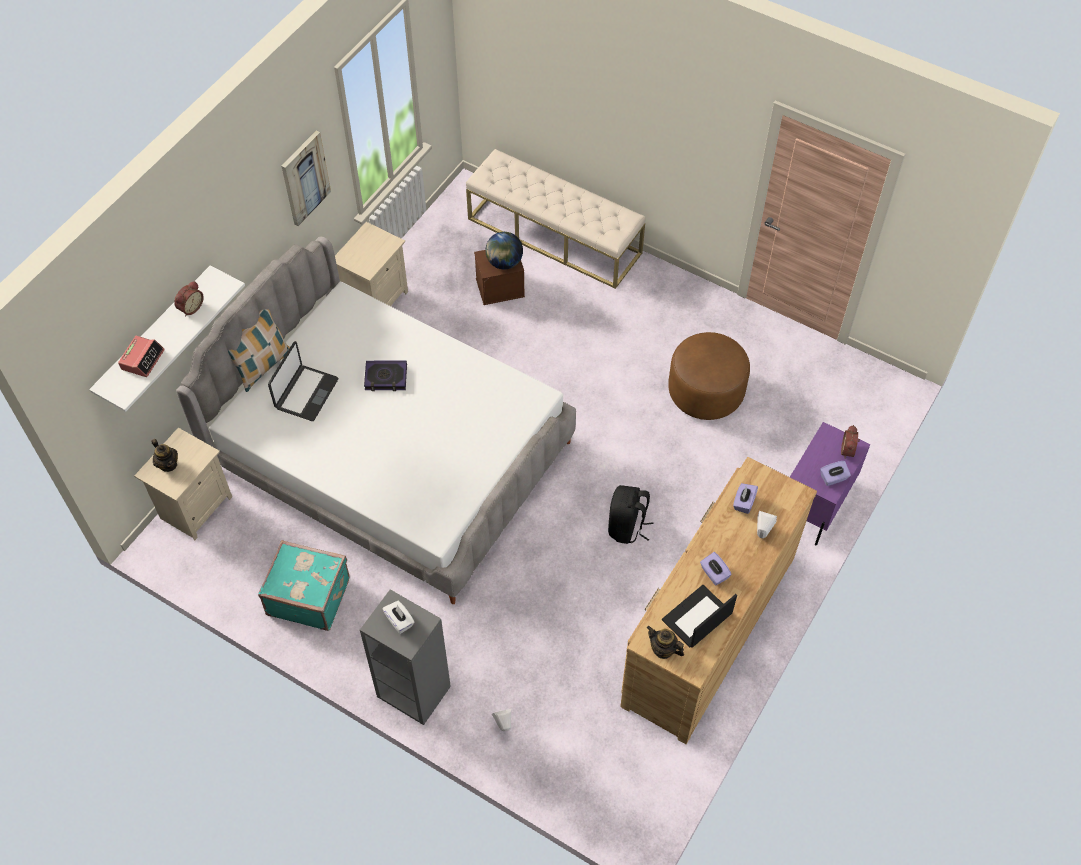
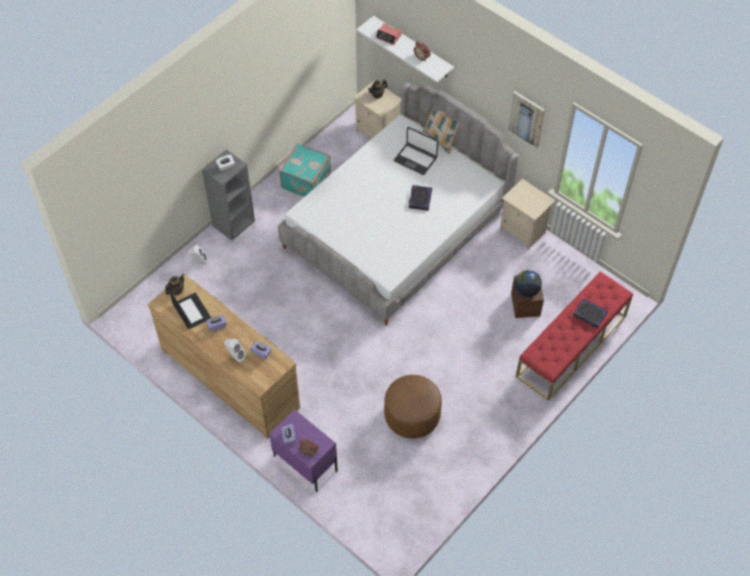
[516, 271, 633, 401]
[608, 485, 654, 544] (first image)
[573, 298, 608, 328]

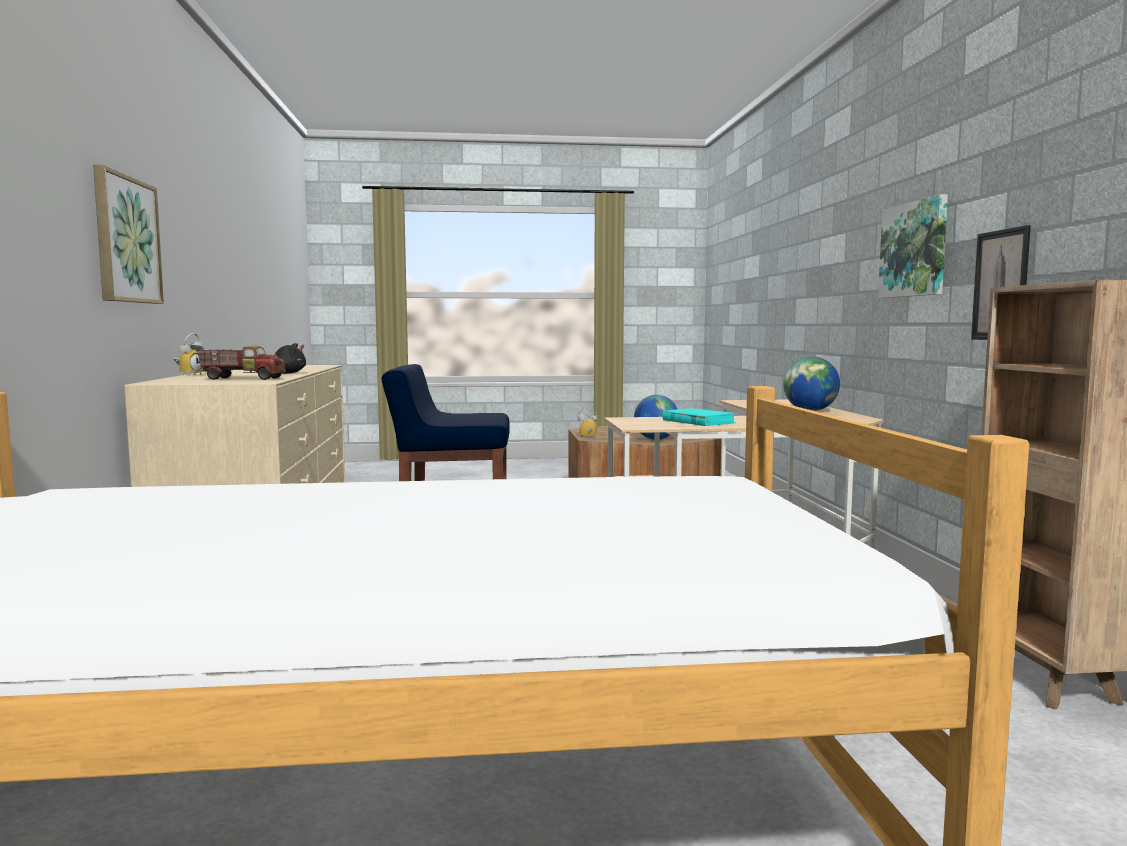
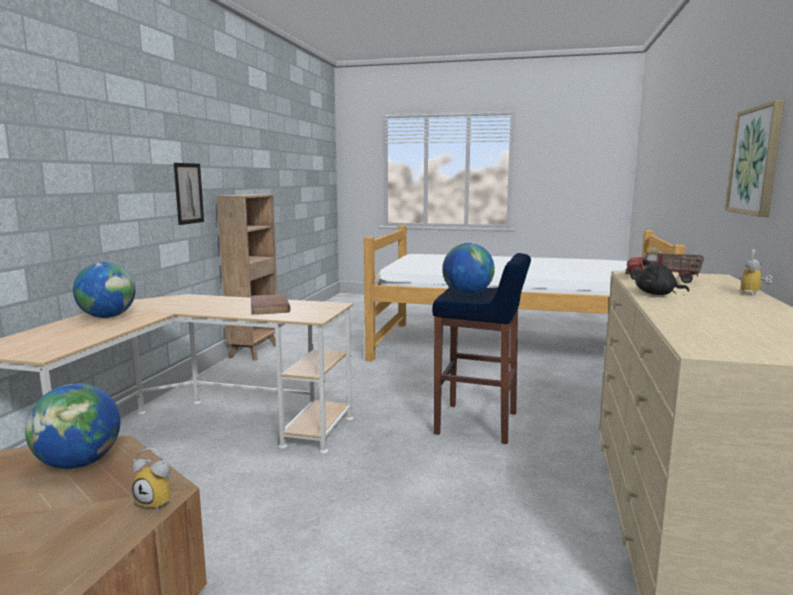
[878, 194, 948, 298] (first image)
[251, 294, 291, 315]
[442, 243, 495, 295]

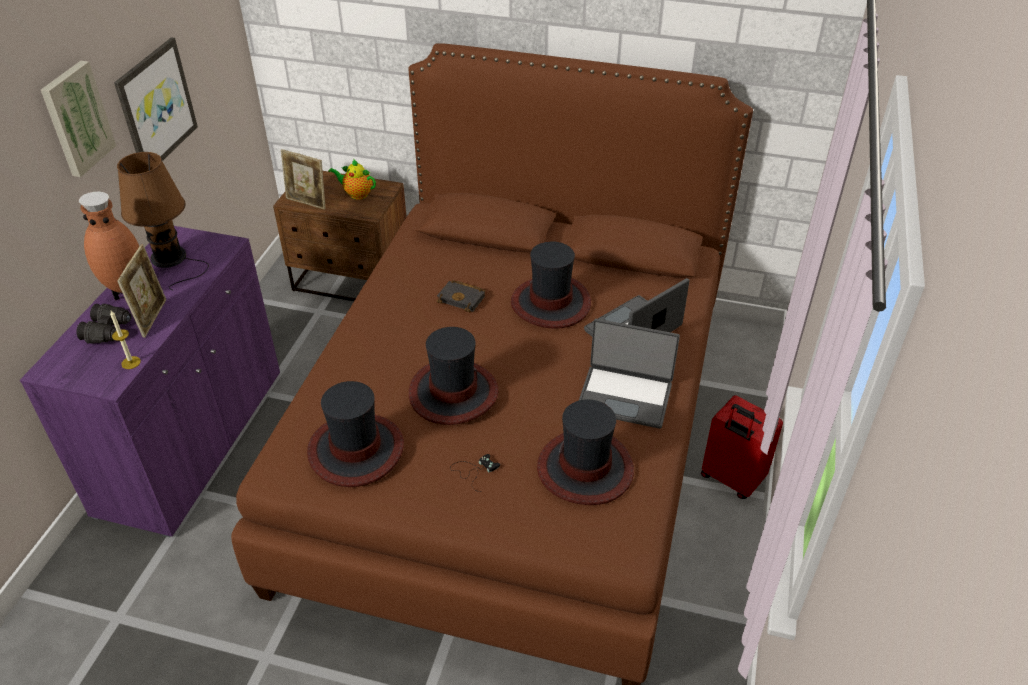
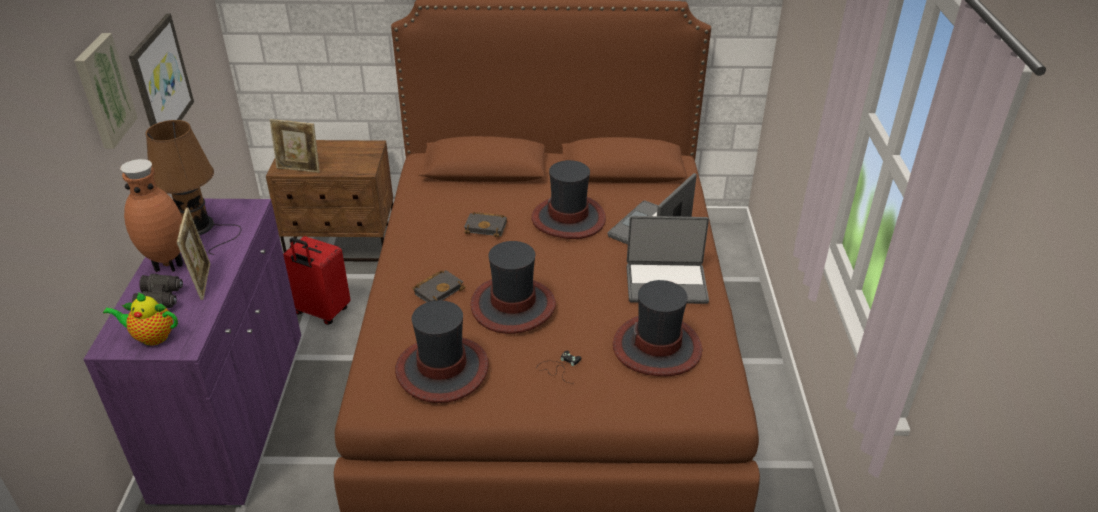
[103, 292, 178, 346]
[110, 311, 141, 369] (first image)
[283, 236, 351, 325]
[413, 270, 465, 302]

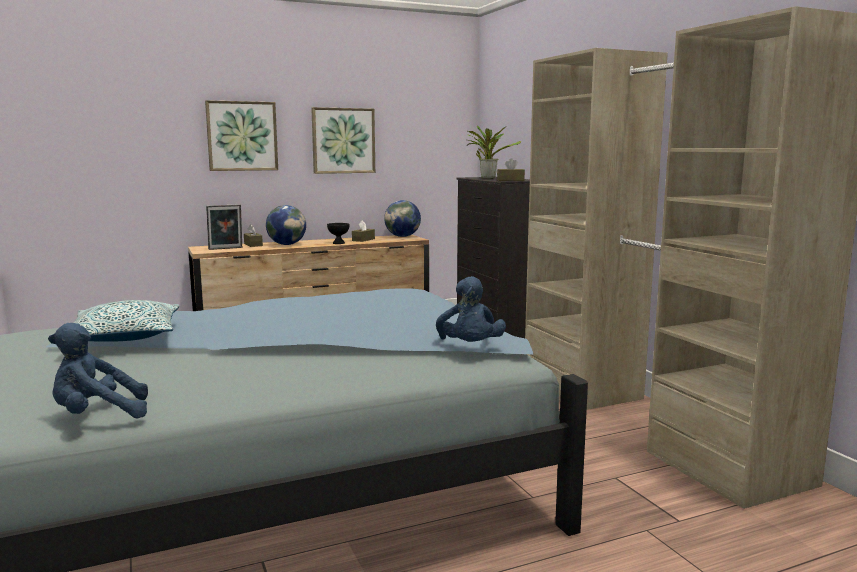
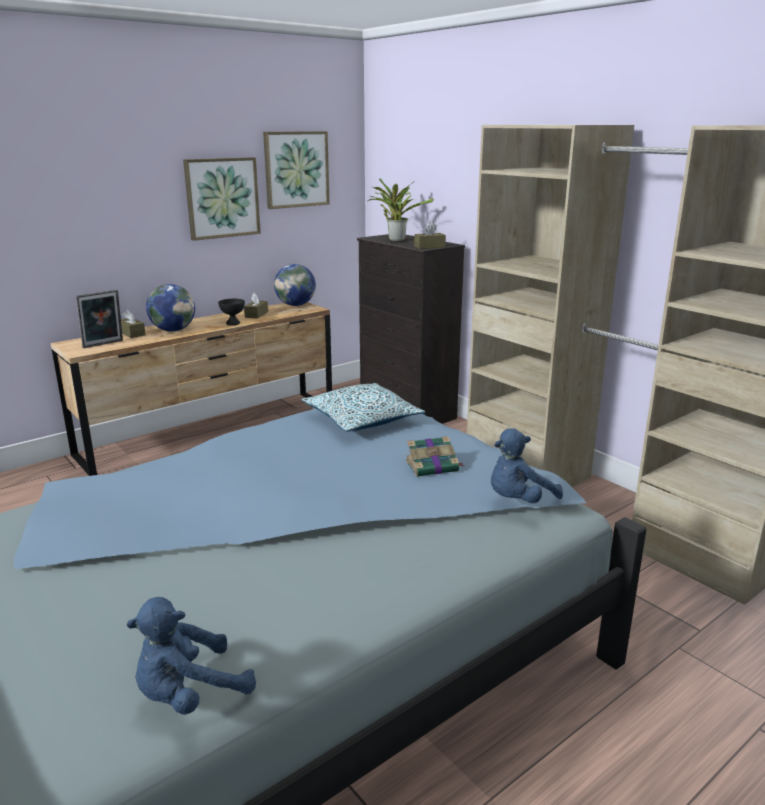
[263, 131, 330, 209]
[491, 428, 563, 503]
[301, 383, 425, 432]
[406, 436, 465, 477]

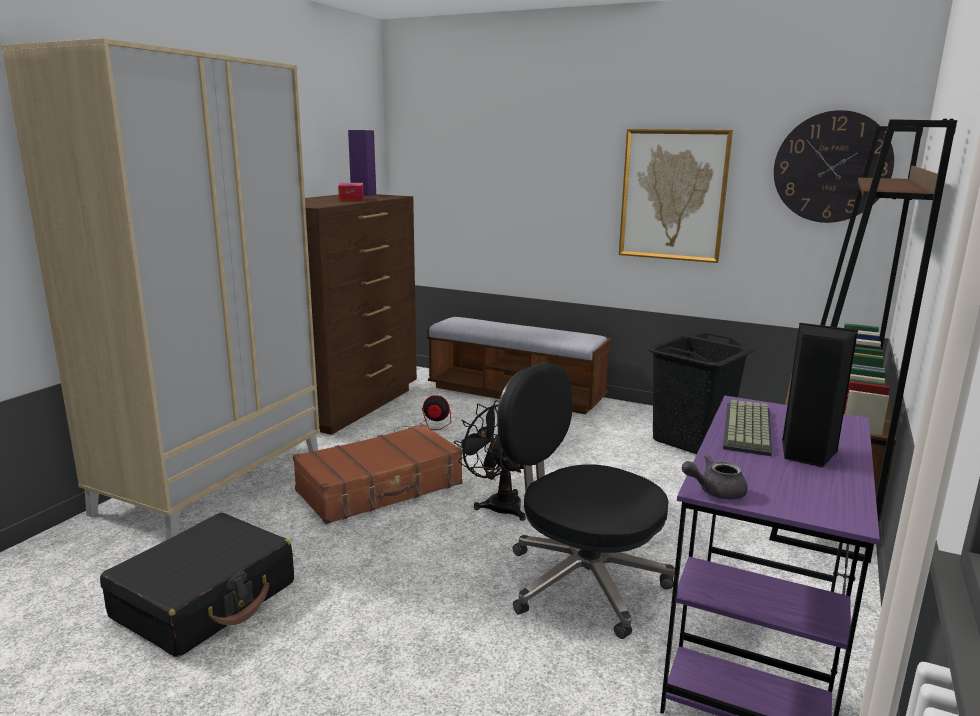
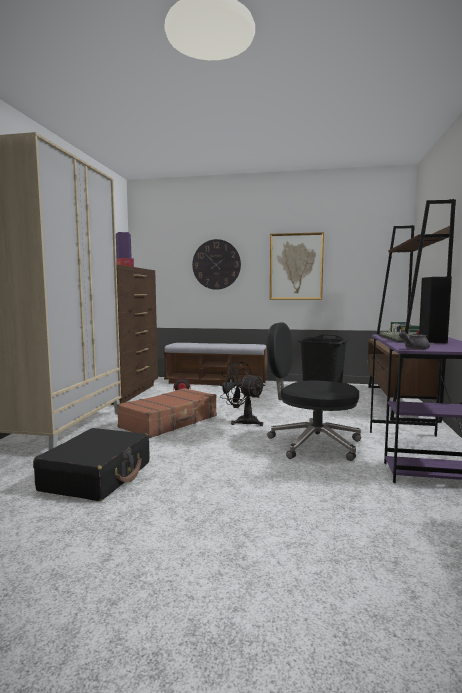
[192, 239, 241, 290]

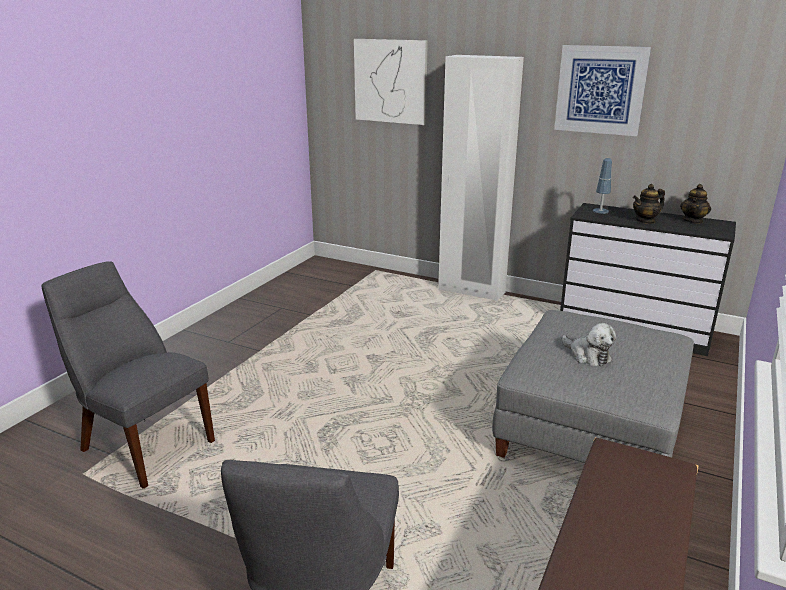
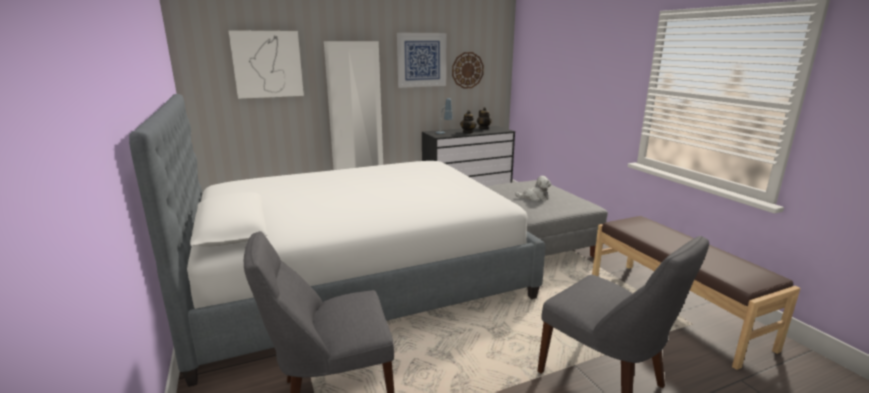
[452, 52, 484, 89]
[129, 94, 545, 387]

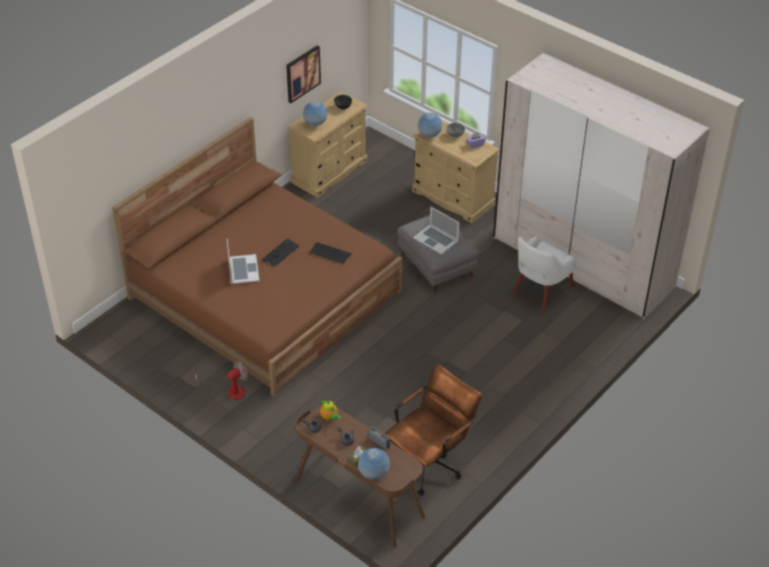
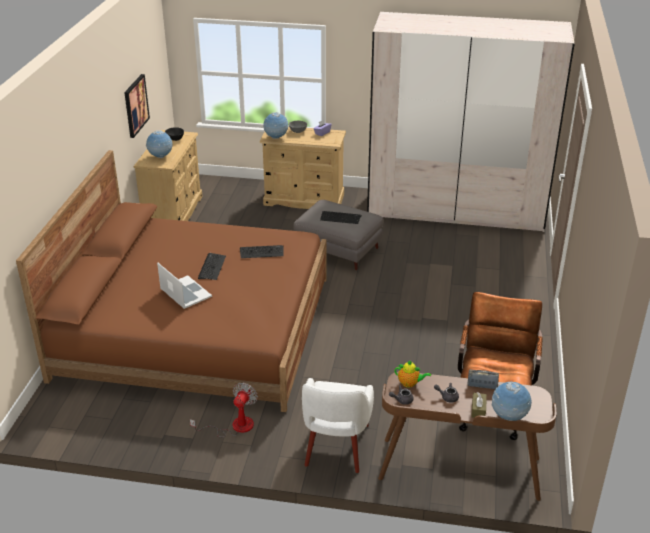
[320, 211, 362, 224]
[302, 378, 374, 473]

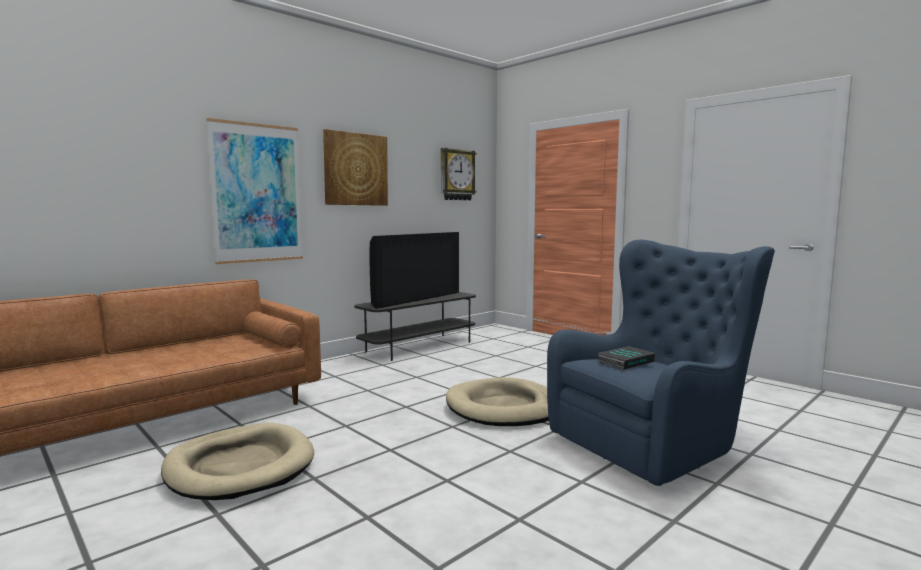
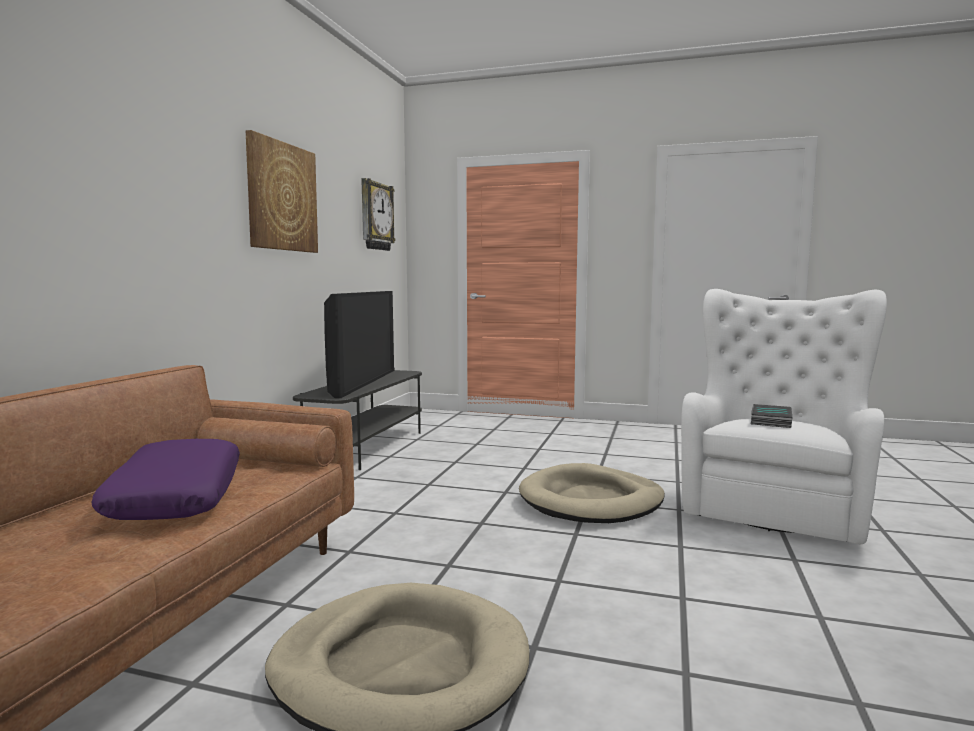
[206, 118, 303, 264] (first image)
[681, 289, 887, 544]
[91, 439, 240, 520]

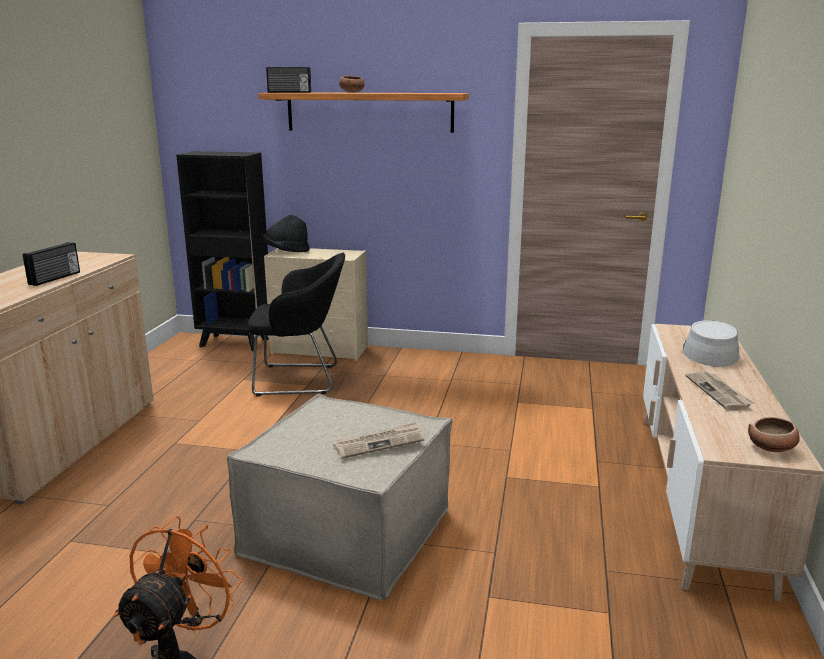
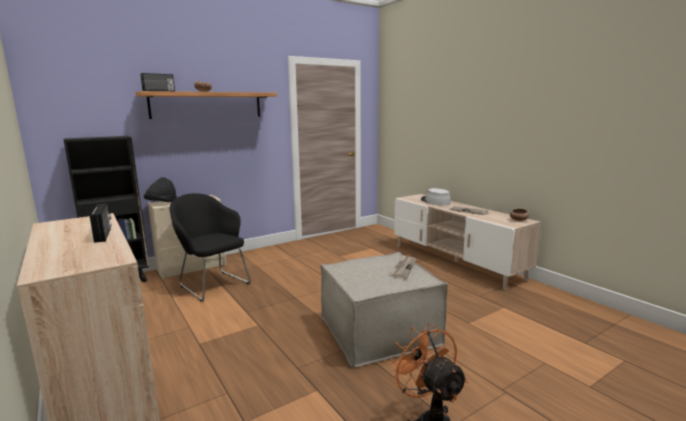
[169, 193, 251, 302]

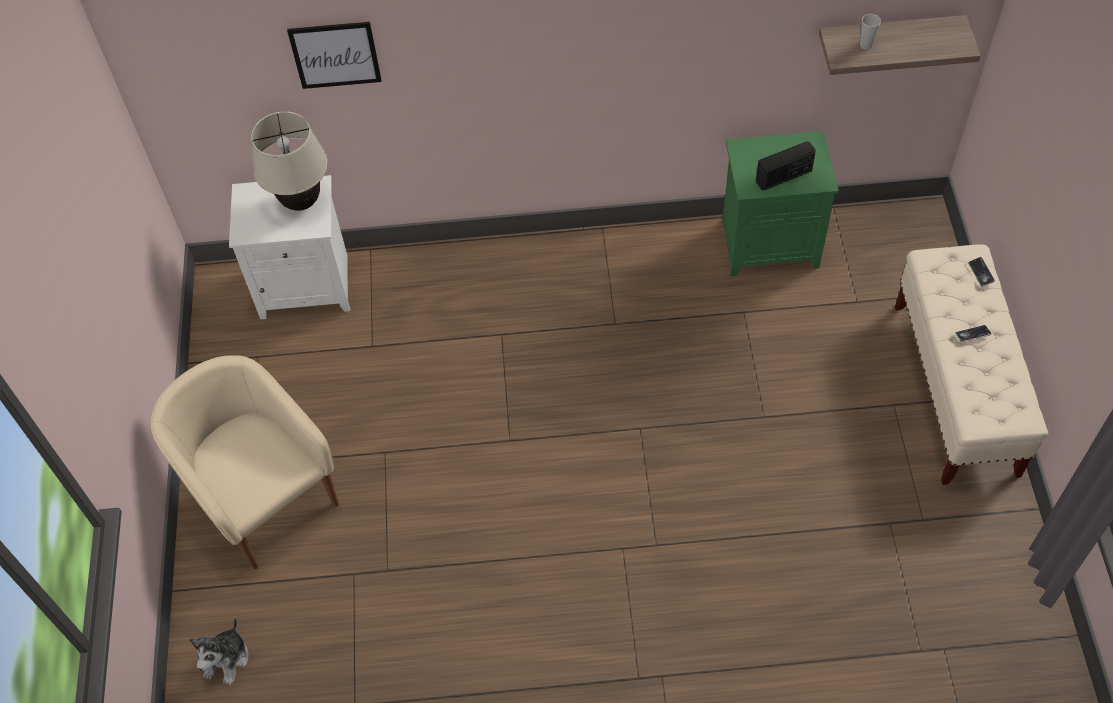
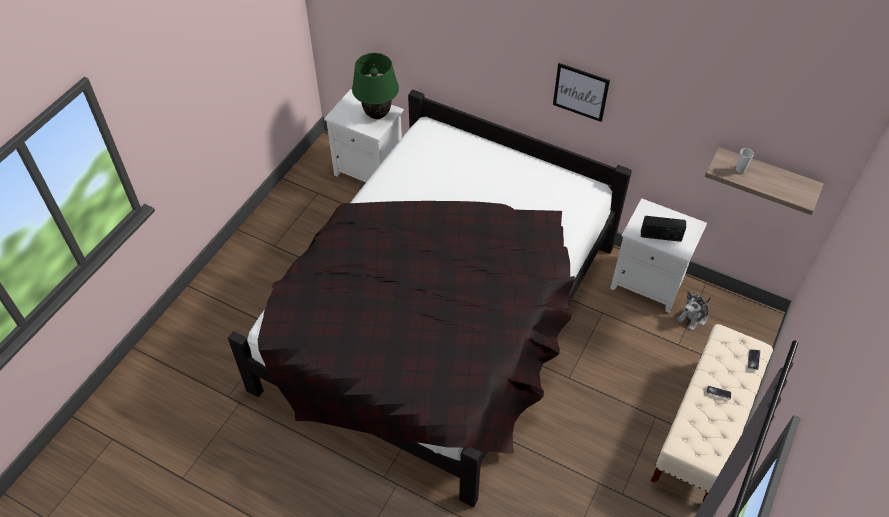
[553, 63, 610, 122]
[352, 53, 399, 119]
[610, 198, 707, 313]
[151, 355, 339, 569] (first image)
[677, 291, 711, 331]
[228, 90, 632, 507]

